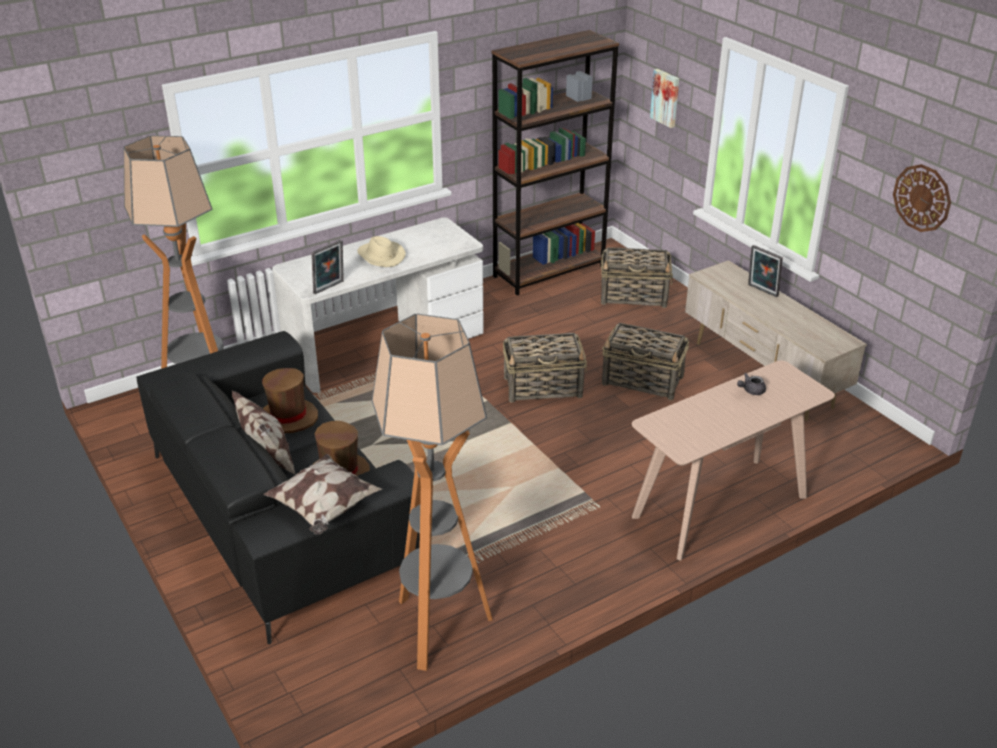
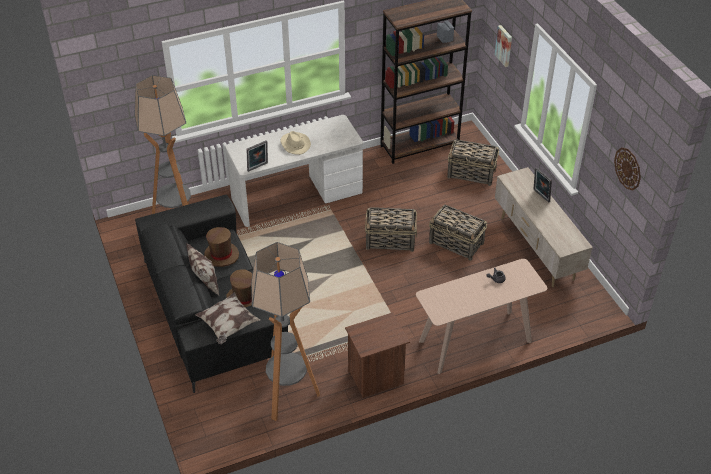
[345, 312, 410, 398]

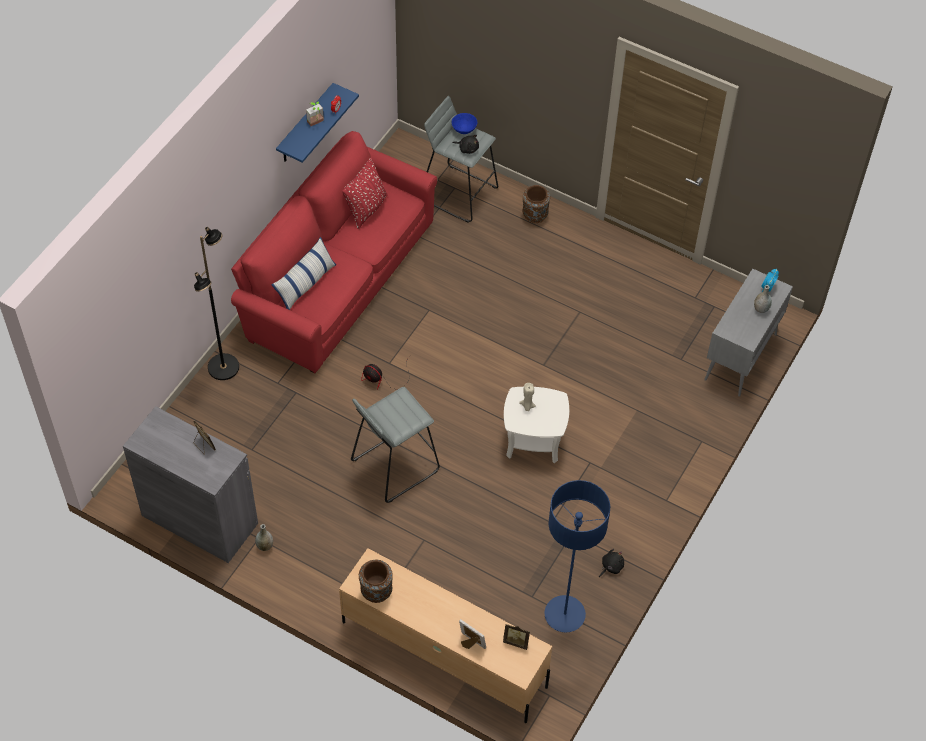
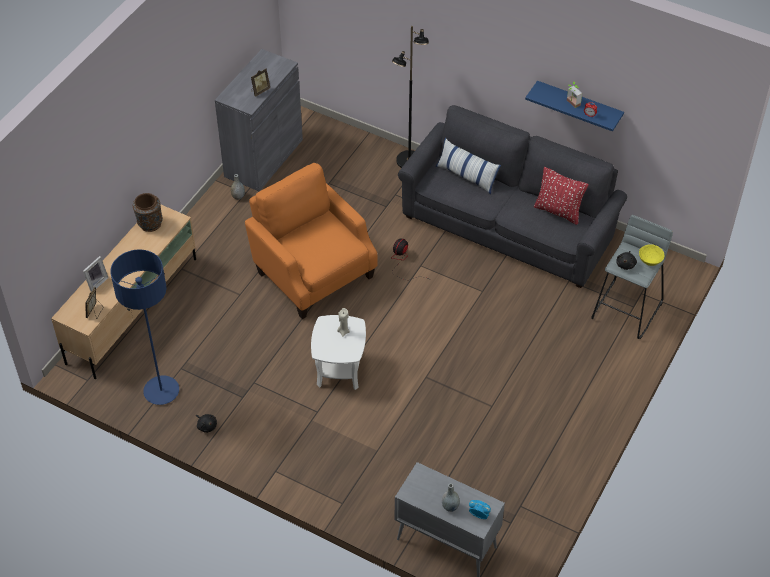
[639, 244, 664, 266]
[398, 105, 627, 288]
[522, 185, 550, 223] (first image)
[245, 163, 378, 319]

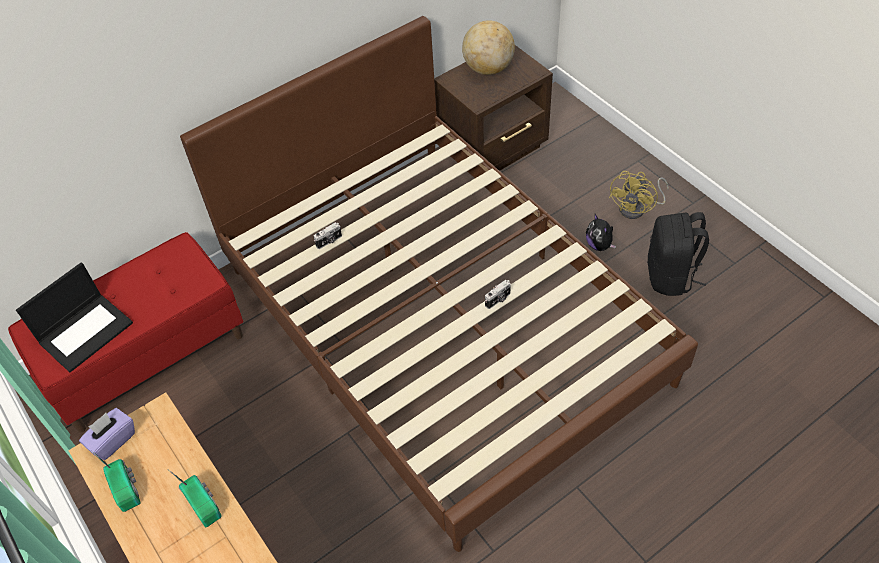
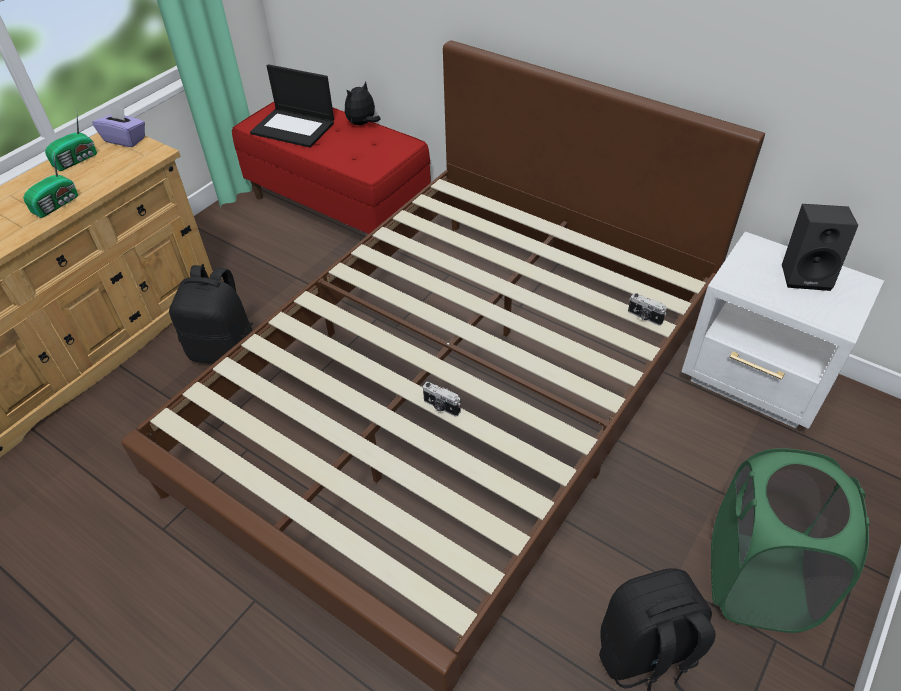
[782, 204, 858, 291]
[681, 231, 884, 429]
[711, 448, 870, 633]
[345, 81, 381, 125]
[628, 293, 667, 326]
[169, 265, 253, 364]

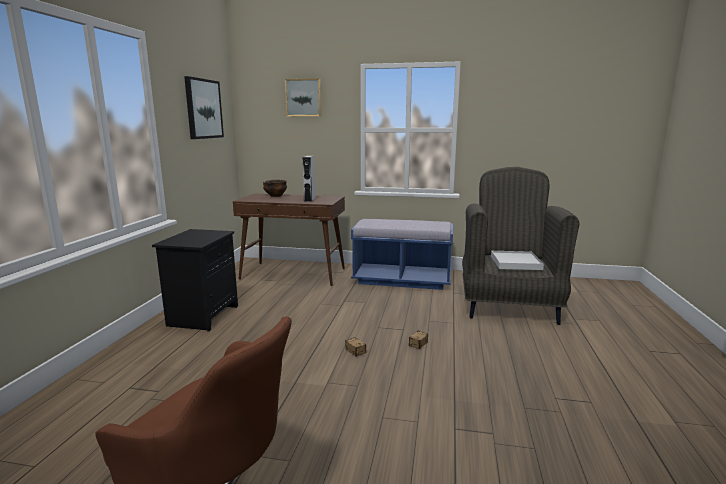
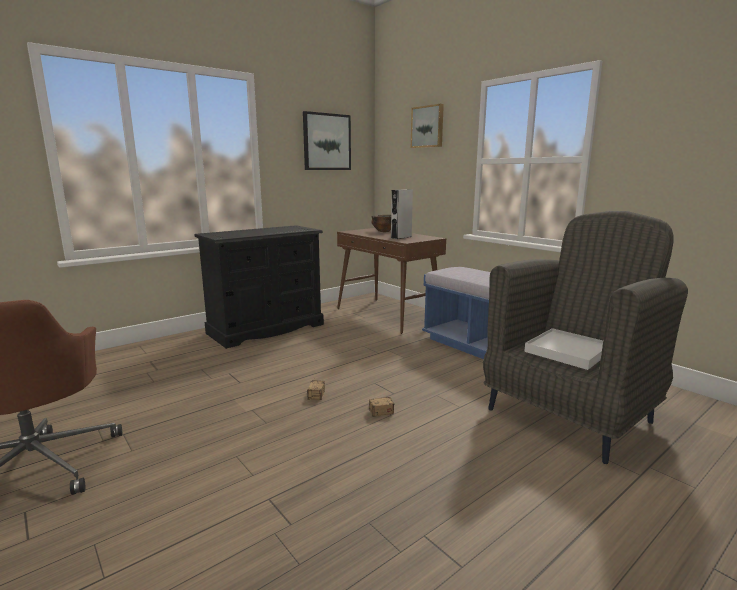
[194, 225, 324, 349]

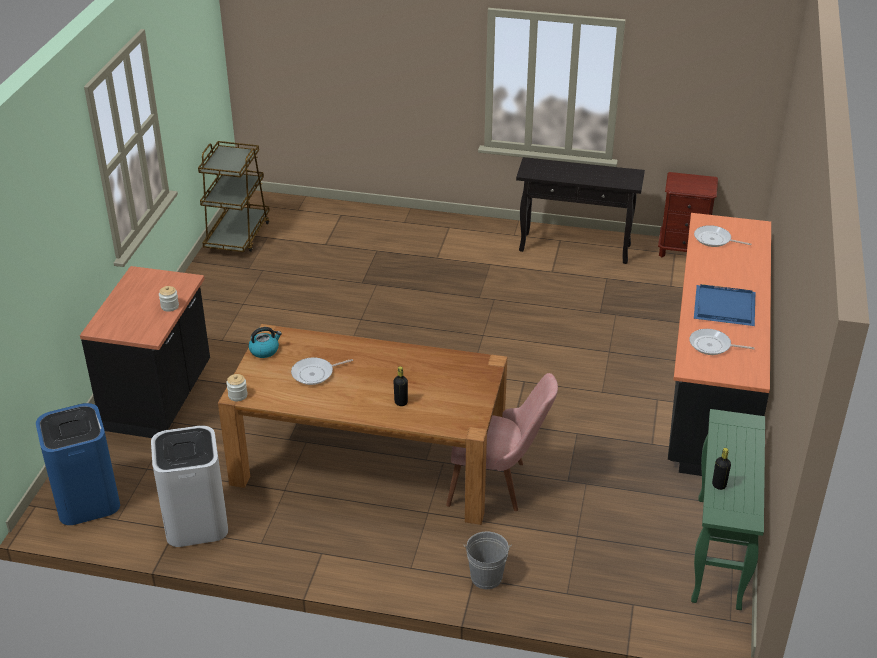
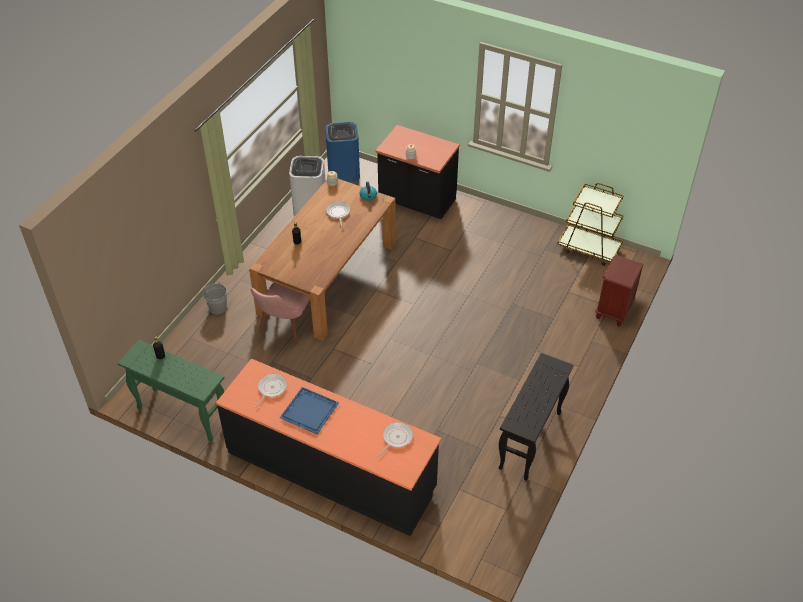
[596, 255, 643, 326]

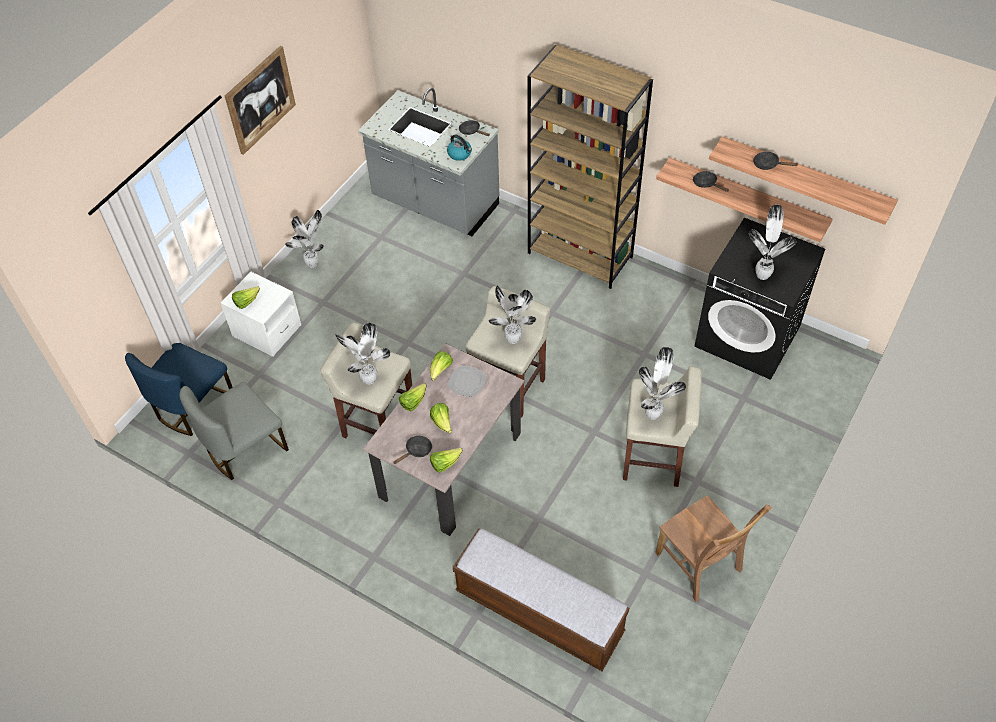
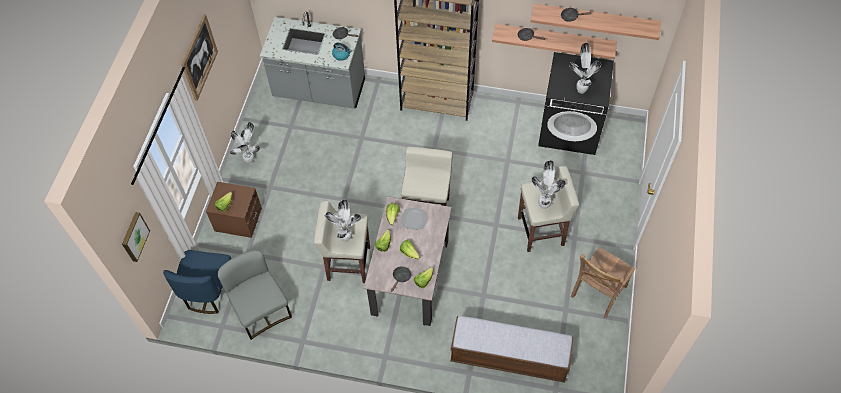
[206, 182, 262, 238]
[489, 286, 536, 344] (first image)
[217, 250, 292, 340]
[571, 247, 635, 318]
[122, 212, 150, 262]

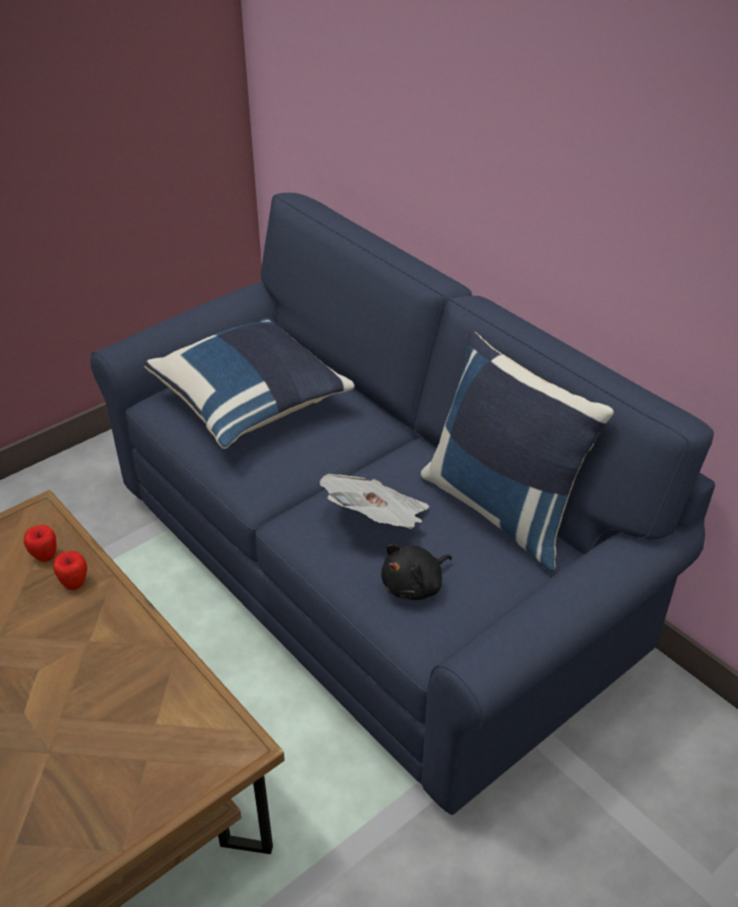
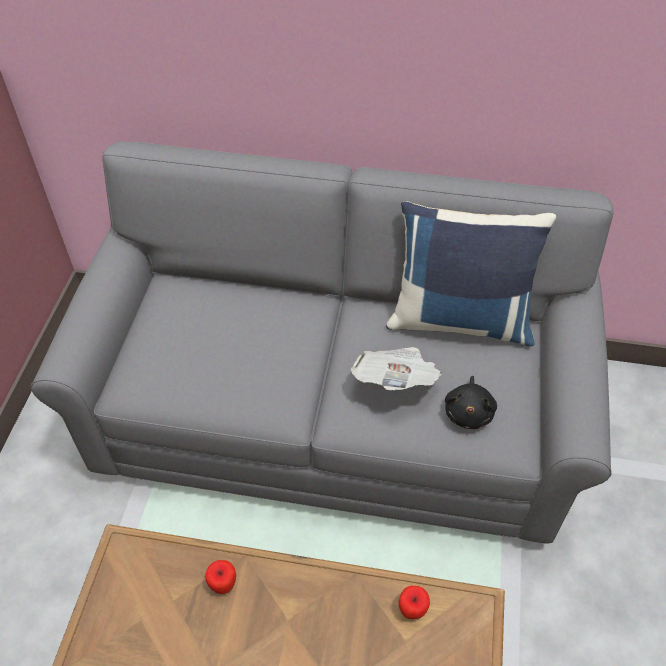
[31, 141, 613, 544]
[144, 317, 355, 449] (first image)
[398, 586, 430, 619]

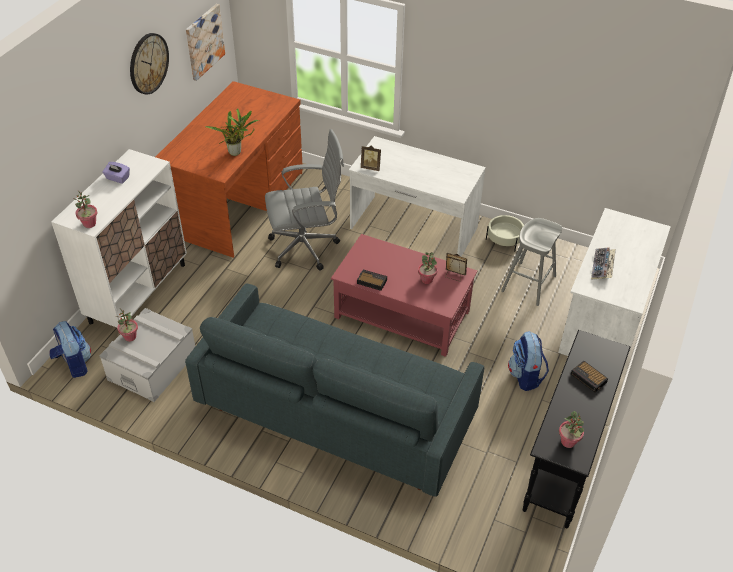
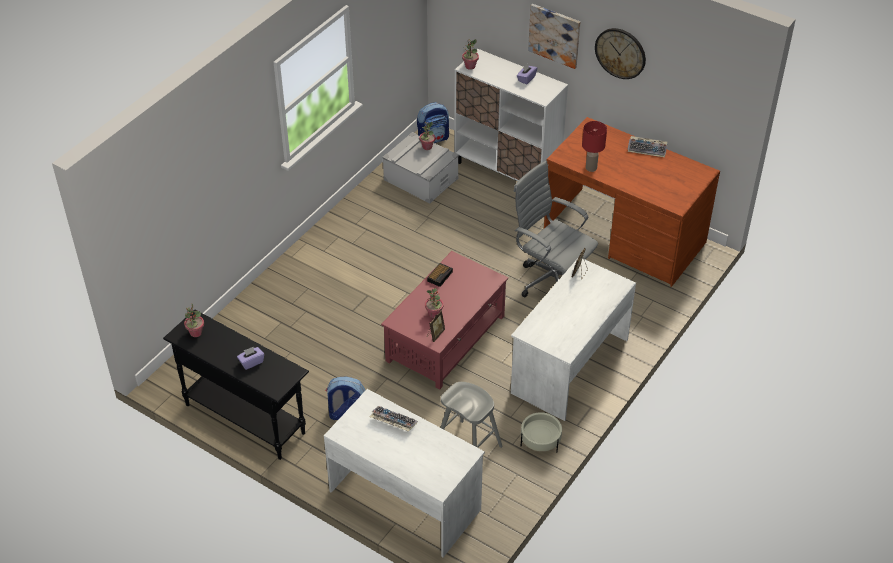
[528, 4, 580, 69]
[582, 121, 607, 172]
[513, 161, 598, 298]
[185, 284, 484, 497] (first image)
[237, 347, 264, 370]
[627, 136, 668, 157]

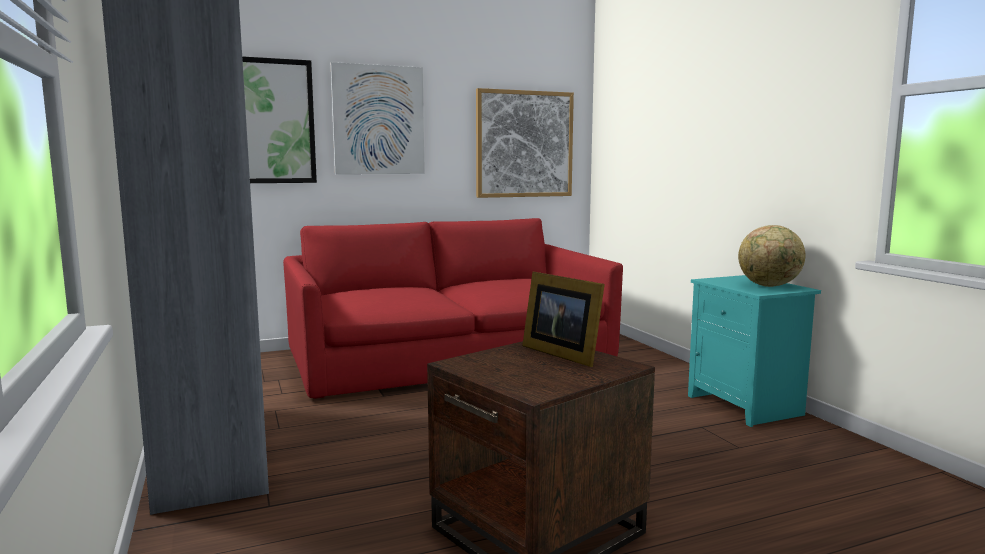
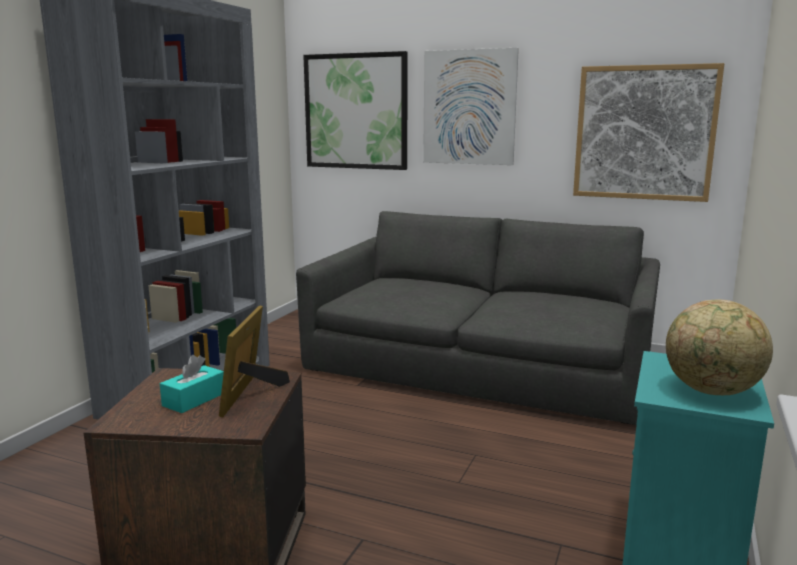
[296, 211, 660, 425]
[160, 355, 224, 413]

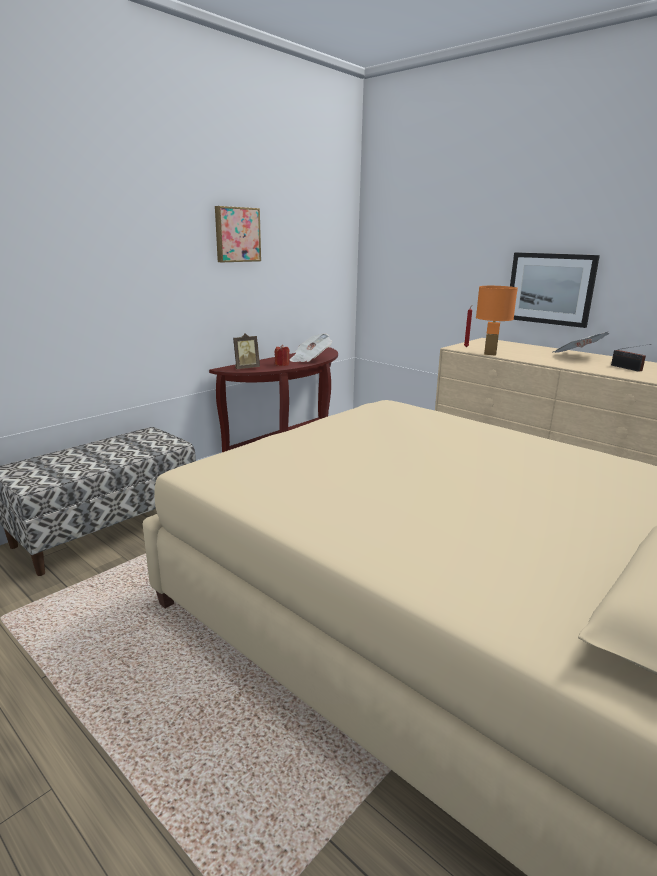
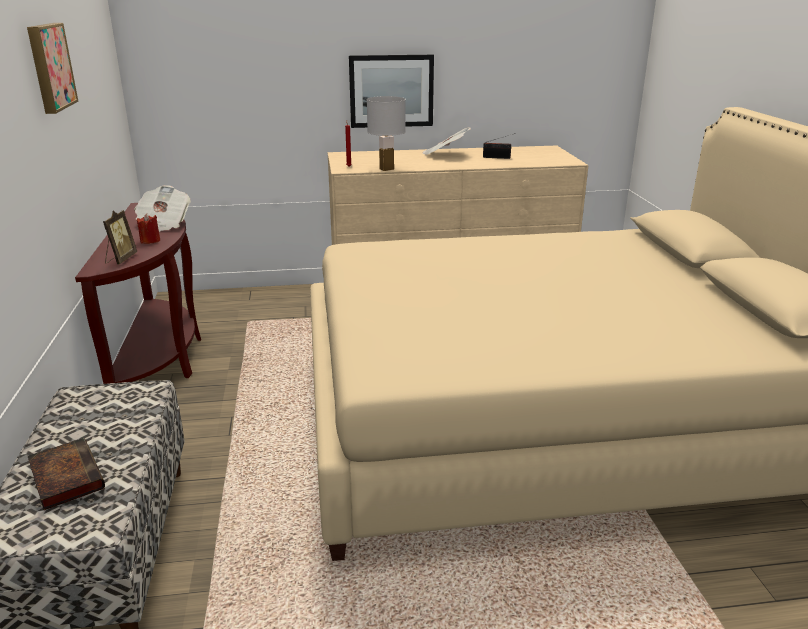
[367, 96, 406, 171]
[28, 438, 105, 510]

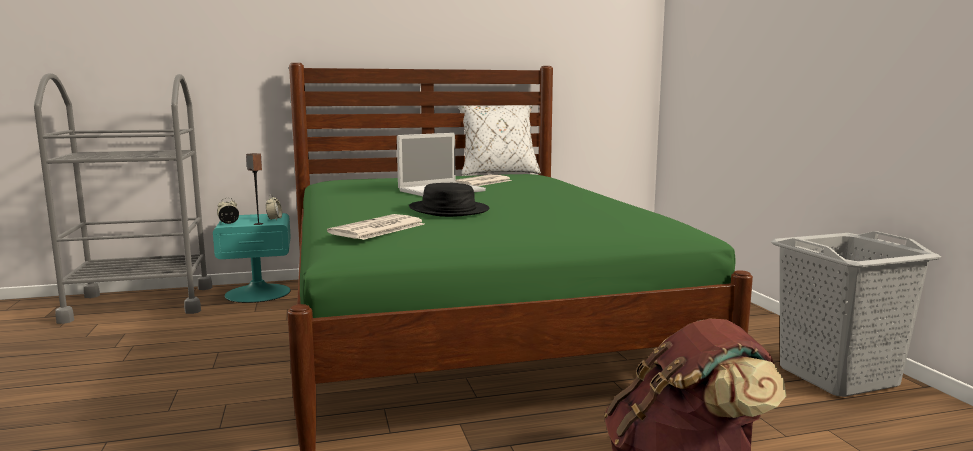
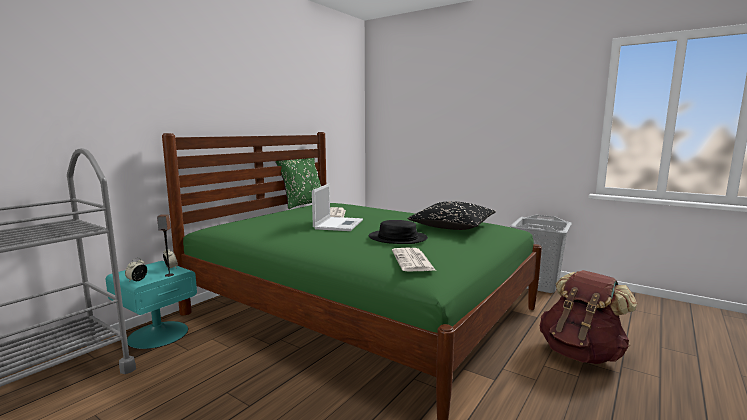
[275, 158, 321, 209]
[408, 201, 496, 230]

